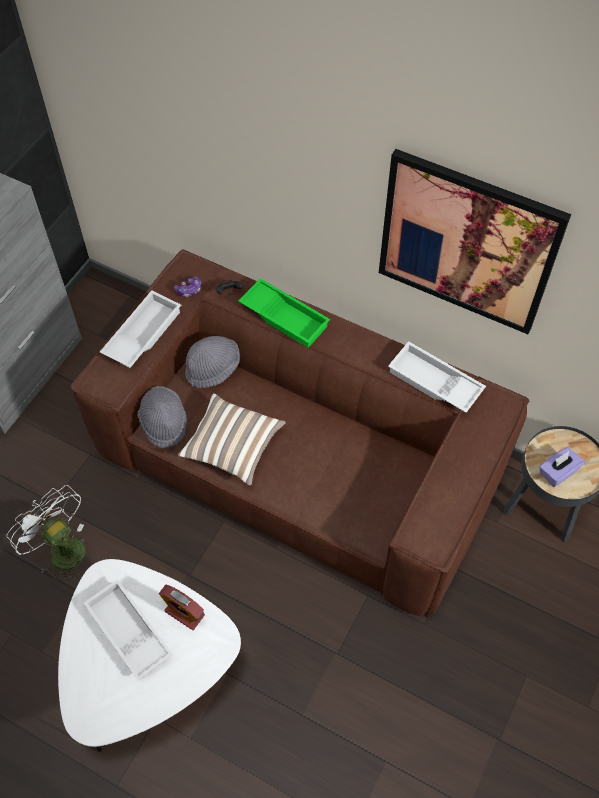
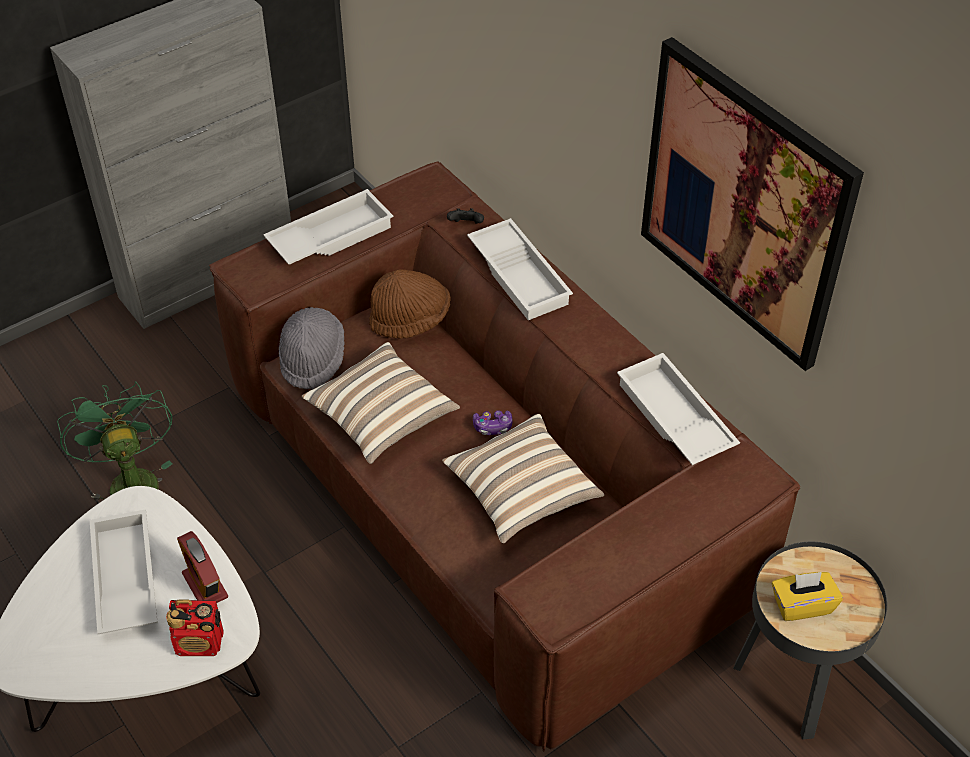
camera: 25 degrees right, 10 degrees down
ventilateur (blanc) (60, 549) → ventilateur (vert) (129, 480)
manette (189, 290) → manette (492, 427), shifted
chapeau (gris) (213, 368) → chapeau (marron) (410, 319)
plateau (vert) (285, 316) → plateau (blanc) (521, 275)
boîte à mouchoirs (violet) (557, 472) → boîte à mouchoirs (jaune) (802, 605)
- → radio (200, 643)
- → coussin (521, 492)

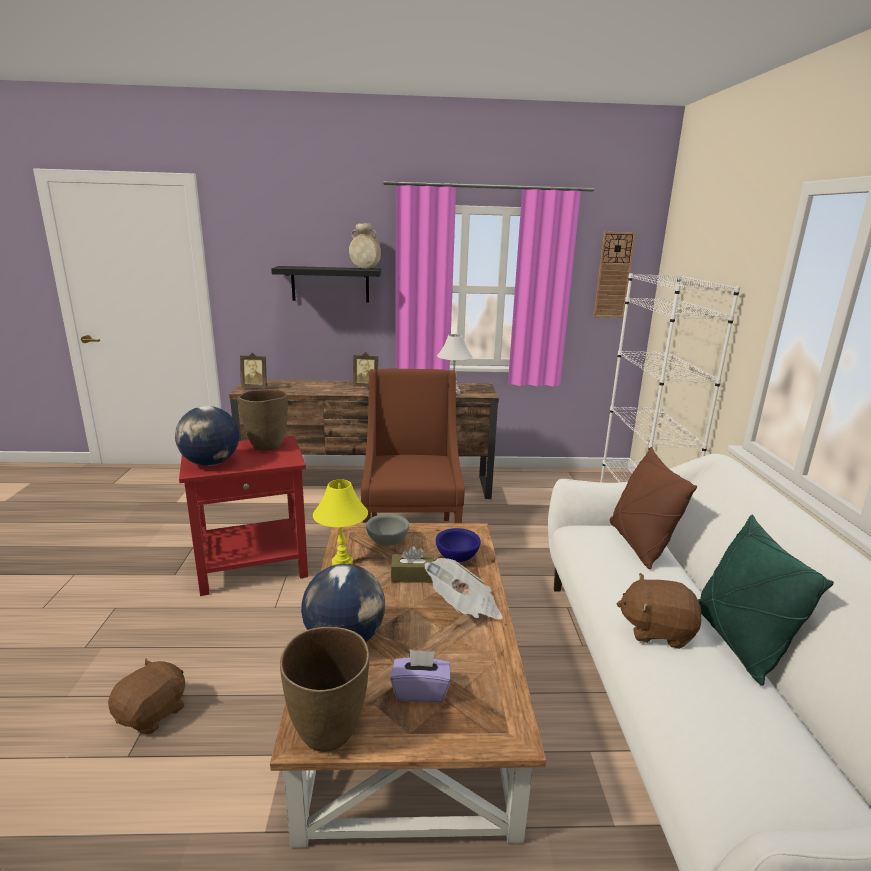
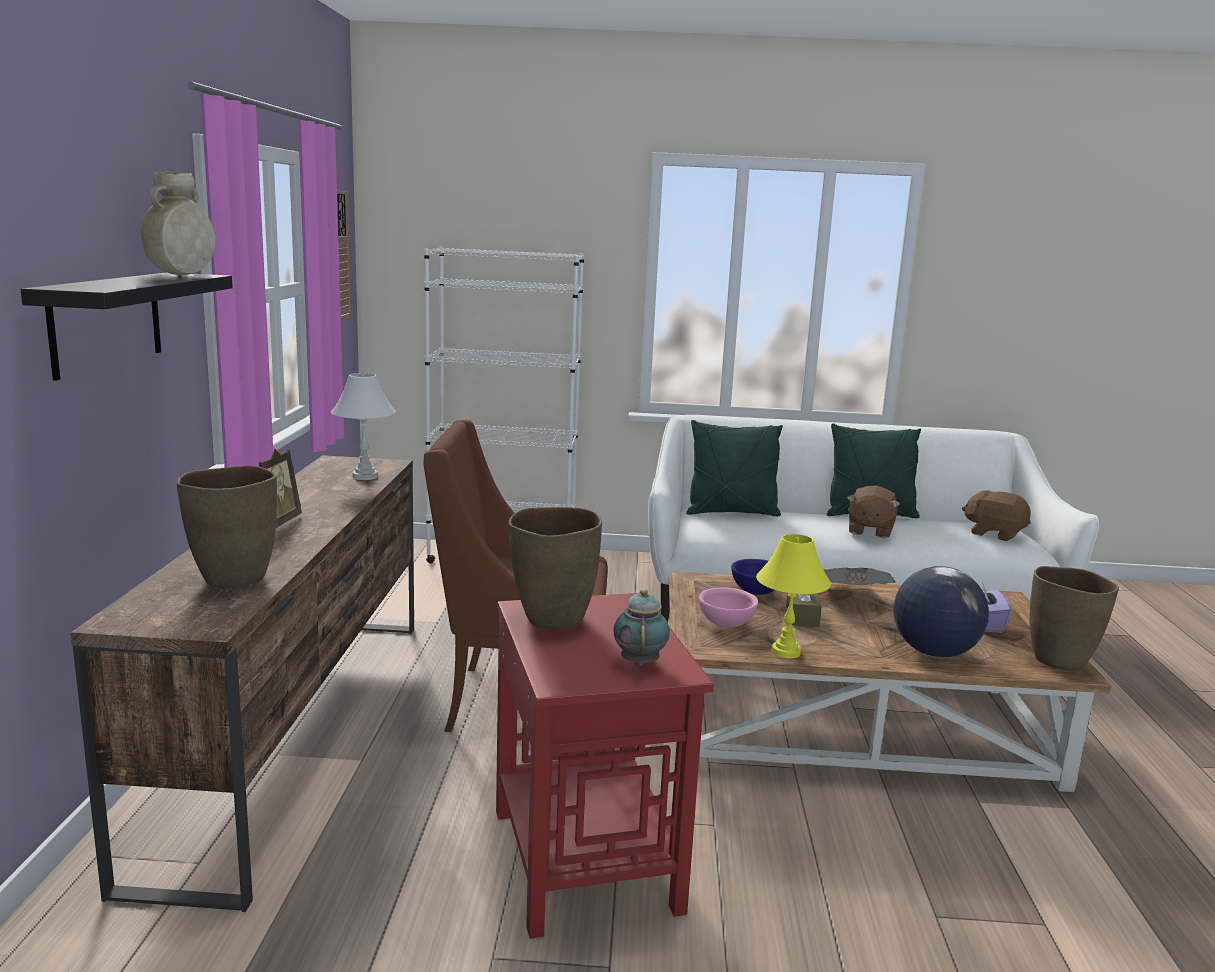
camera: 85 degrees left, 5 degrees down
peluche (marron) (153, 713) → peluche (marron) (994, 533), shifted
globe (210, 463) → théière (640, 661)
cadre photo (255, 387) → -
bol (gris) (388, 542) → bol (rose) (725, 624)
coussin (marron) (639, 544) → coussin (vert) (731, 512)
- → vase (marron) (233, 579)

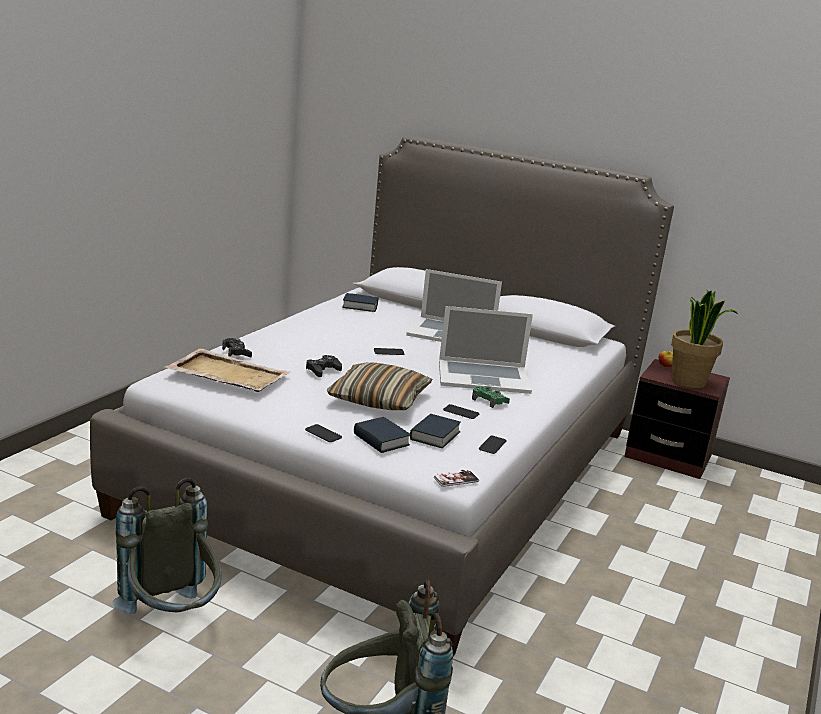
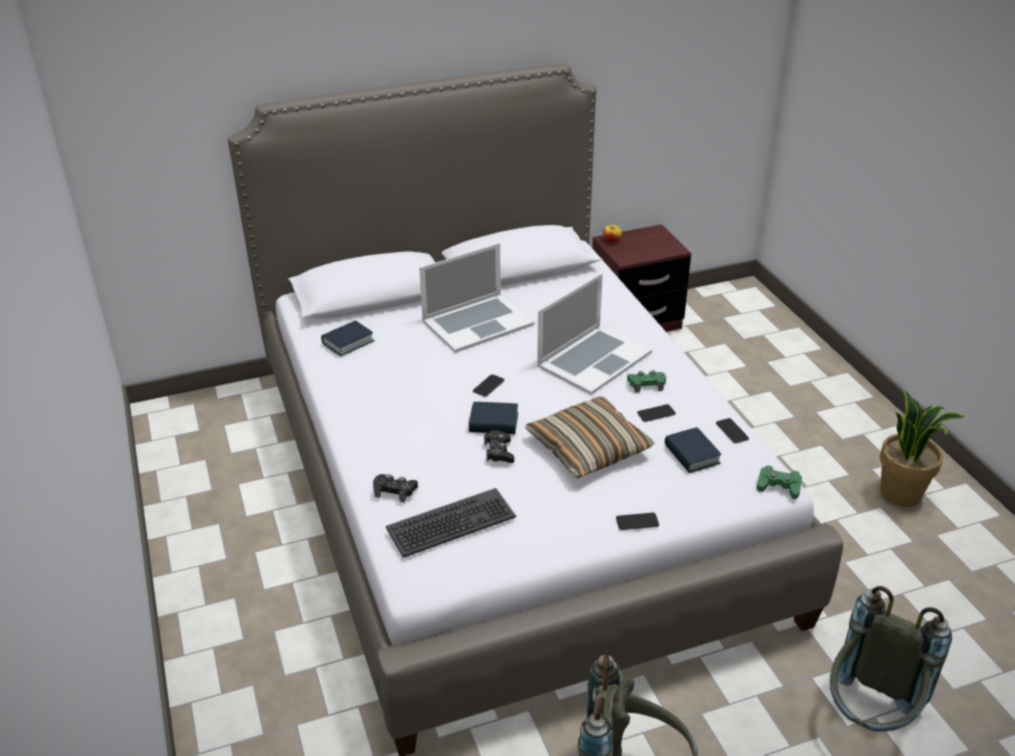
camera: 45 degrees left, 15 degrees up
plateau (beige) (227, 374) → clavier (451, 524)
livre (381, 440) → livre (493, 423), shifted
téléphone (456, 479) → manette (vert) (778, 486)
plante en pot (689, 382) → plante en pot (901, 493), shifted

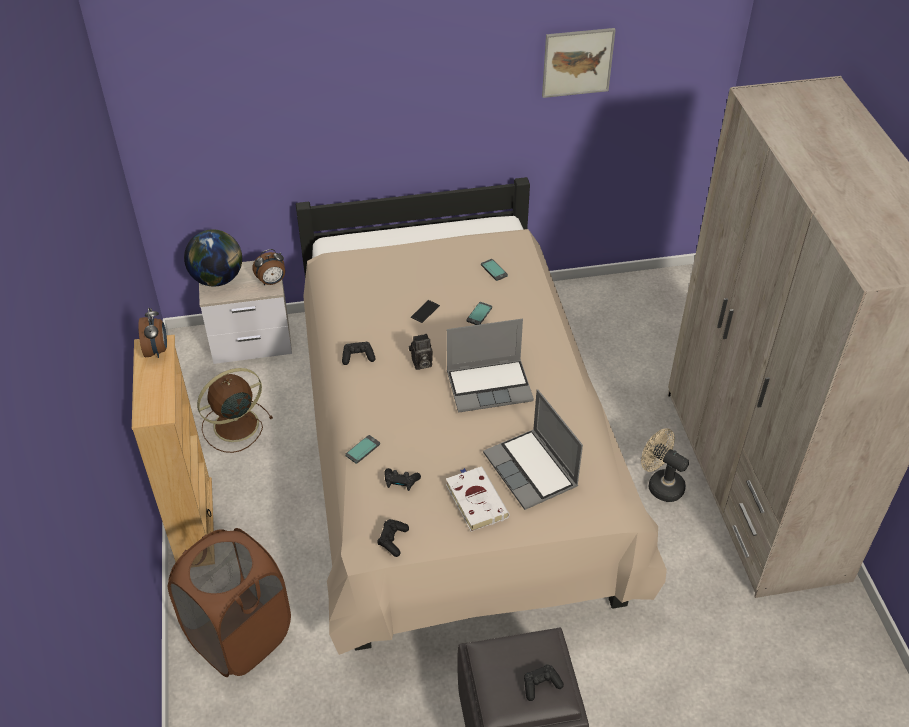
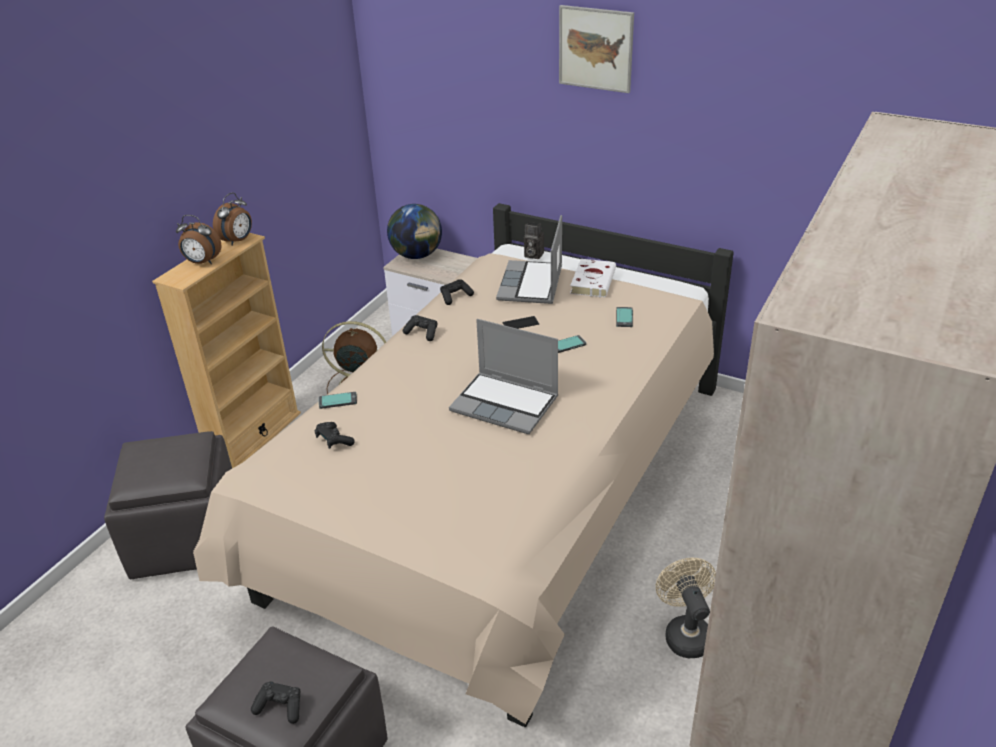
camera: 40 degrees right, 10 degrees down
panier à linge (marron) (240, 636) → pouf (gris) (188, 537)
réveil (272, 282) → réveil (202, 262), shifted
manette (noir) (392, 540) → manette (noir) (455, 297), shifted
appareil photo (421, 364) → appareil photo (532, 255), shifted
livre (blanc) (475, 500) → livre (blanc) (593, 281), shifted
ordinateur portable (532, 471) → ordinateur portable (531, 285), shifted
tableau (577, 62) → tableau (595, 48), shifted

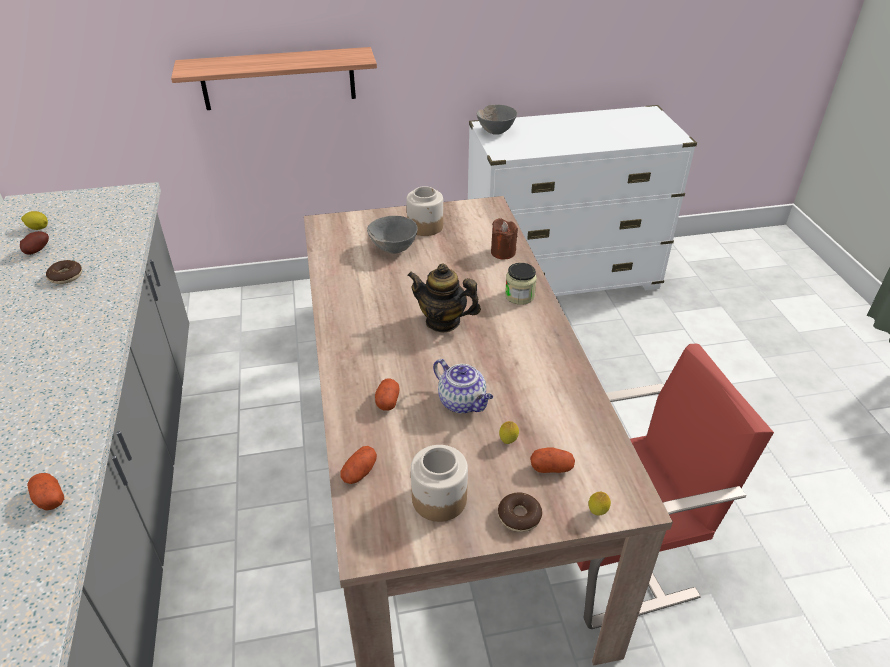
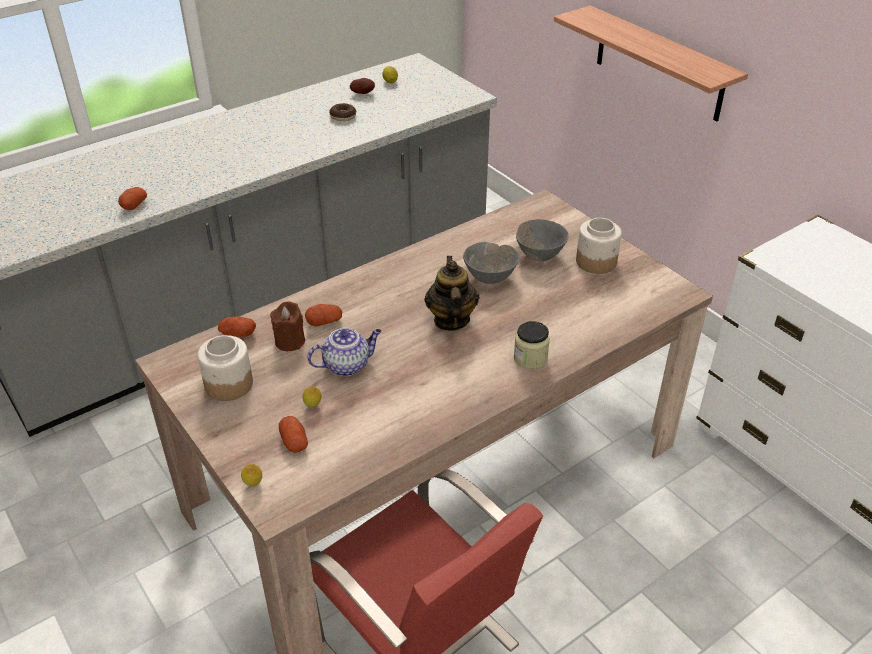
camera: 65 degrees right, 0 degrees up
théière (463, 402) → théière (347, 365), 135 degrees counterclockwise
bol (gris) (495, 131) → bol (gris) (490, 278), shifted
bougie (marron) (503, 252) → bougie (marron) (290, 341), shifted
beignet (519, 516) → -

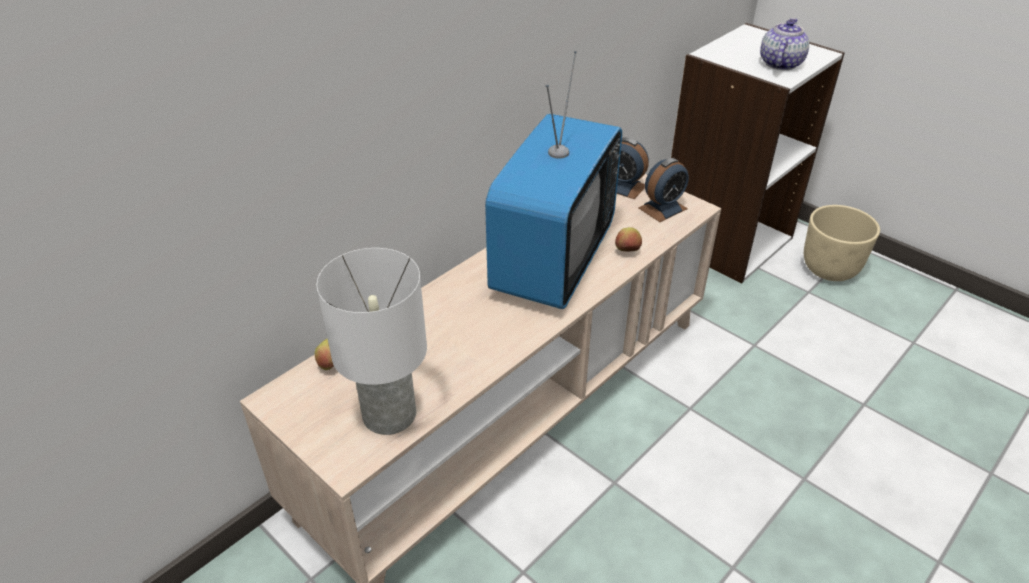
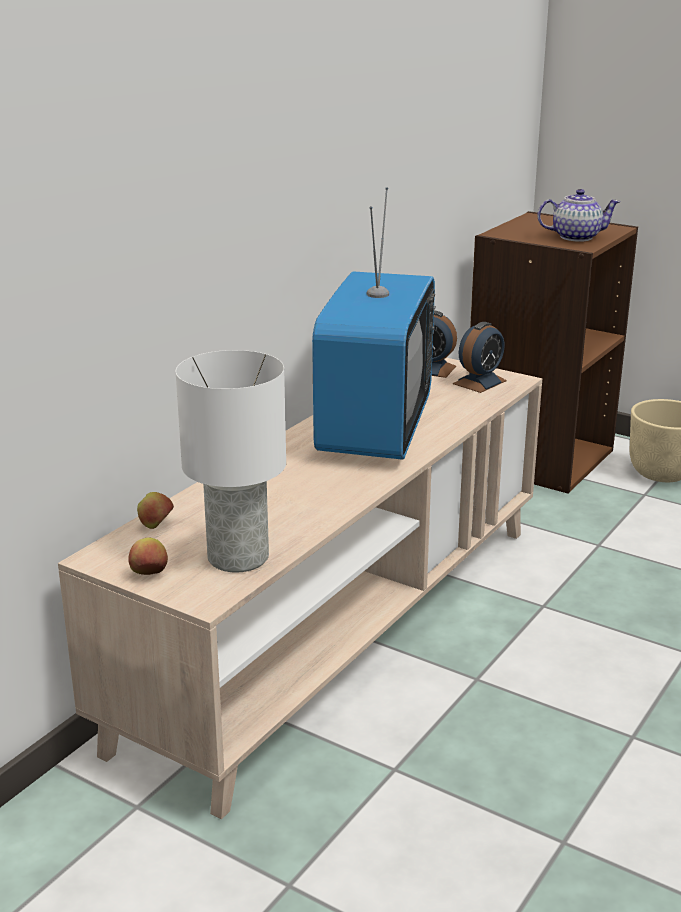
camera: 10 degrees left, 15 degrees down
pomme (627, 251) → pomme (149, 574), shifted
bibliothèque (blanc) (724, 239) → bibliothèque (marron) (537, 457)
théière (780, 64) → théière (575, 237), 75 degrees clockwise

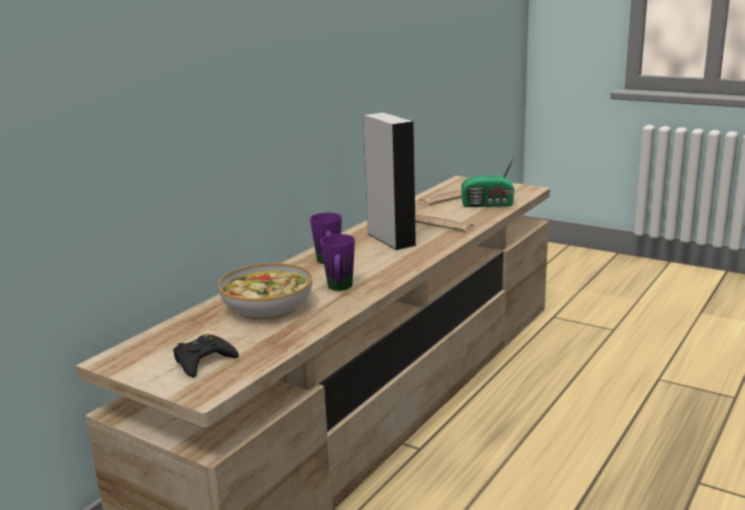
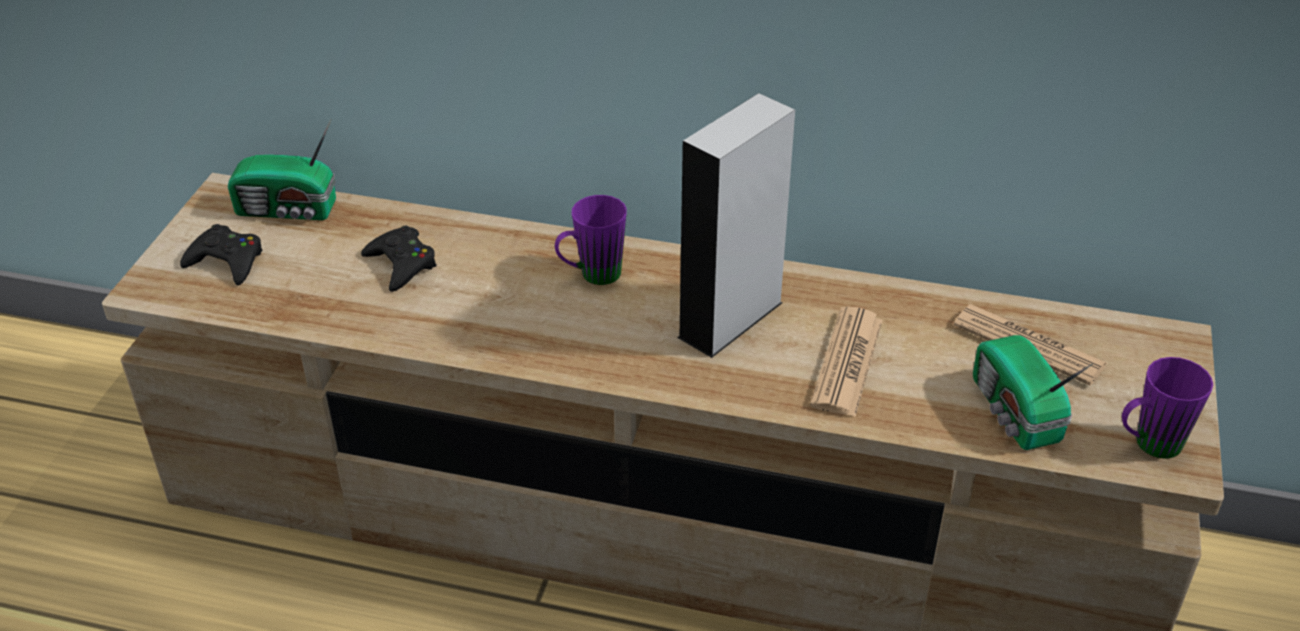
camera: 70 degrees right, 20 degrees up
bol (268, 307) → manette (noir) (401, 264)
mug (violet) (339, 288) → mug (violet) (1147, 445), shifted
- → radio (289, 210)

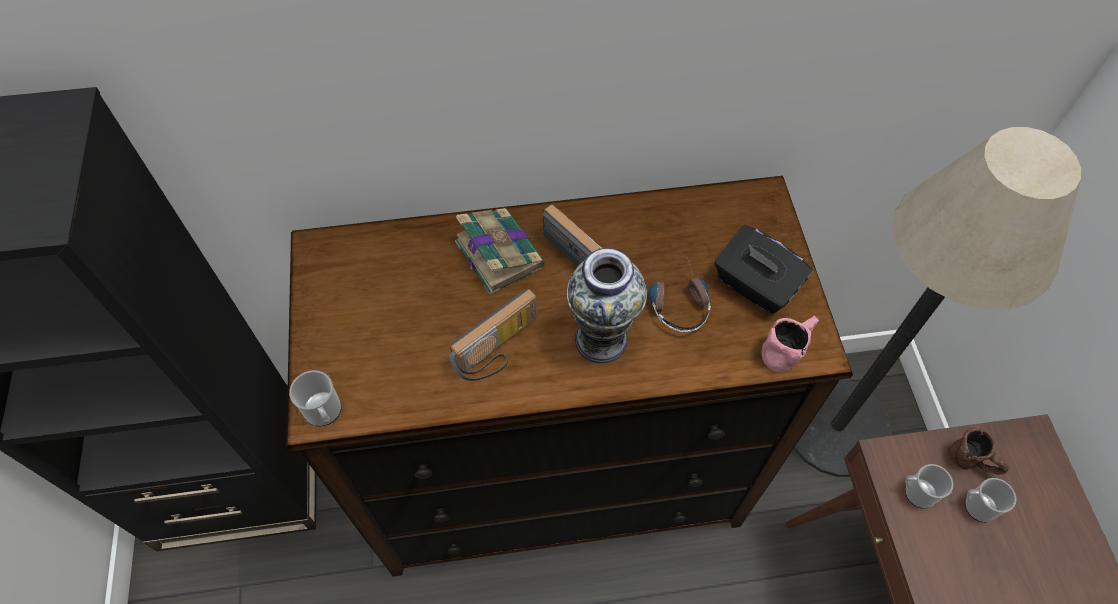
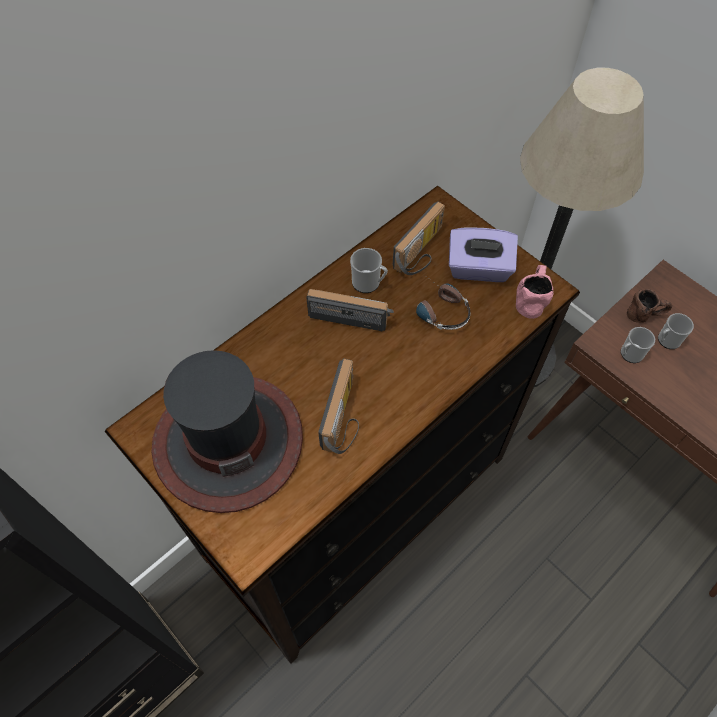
camera: 35 degrees left, 0 degrees up
mug (324, 413) → mug (369, 283), shifted
livre (498, 253) → -
vase (600, 339) → -
boîte à mouchoirs (noir) (755, 285) → boîte à mouchoirs (violet) (478, 269)
- → chapeau (228, 441)
- → radio (422, 253)

